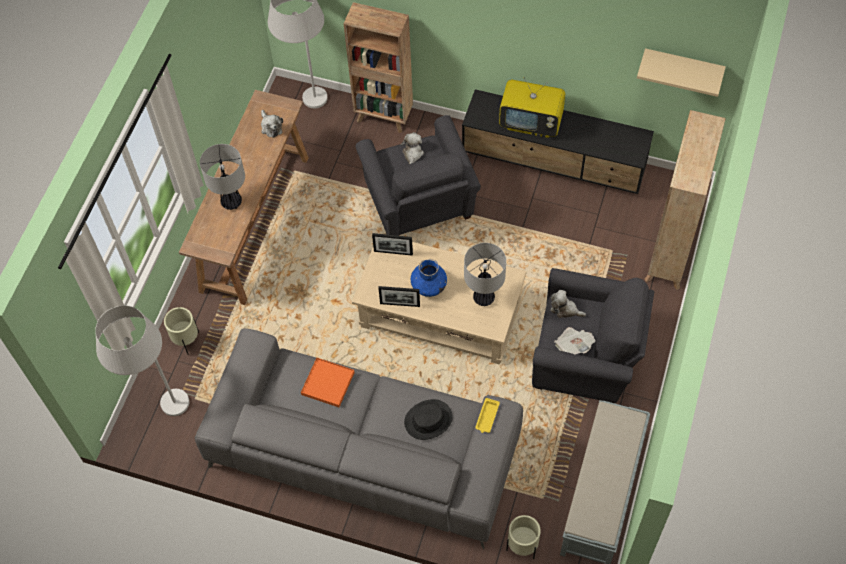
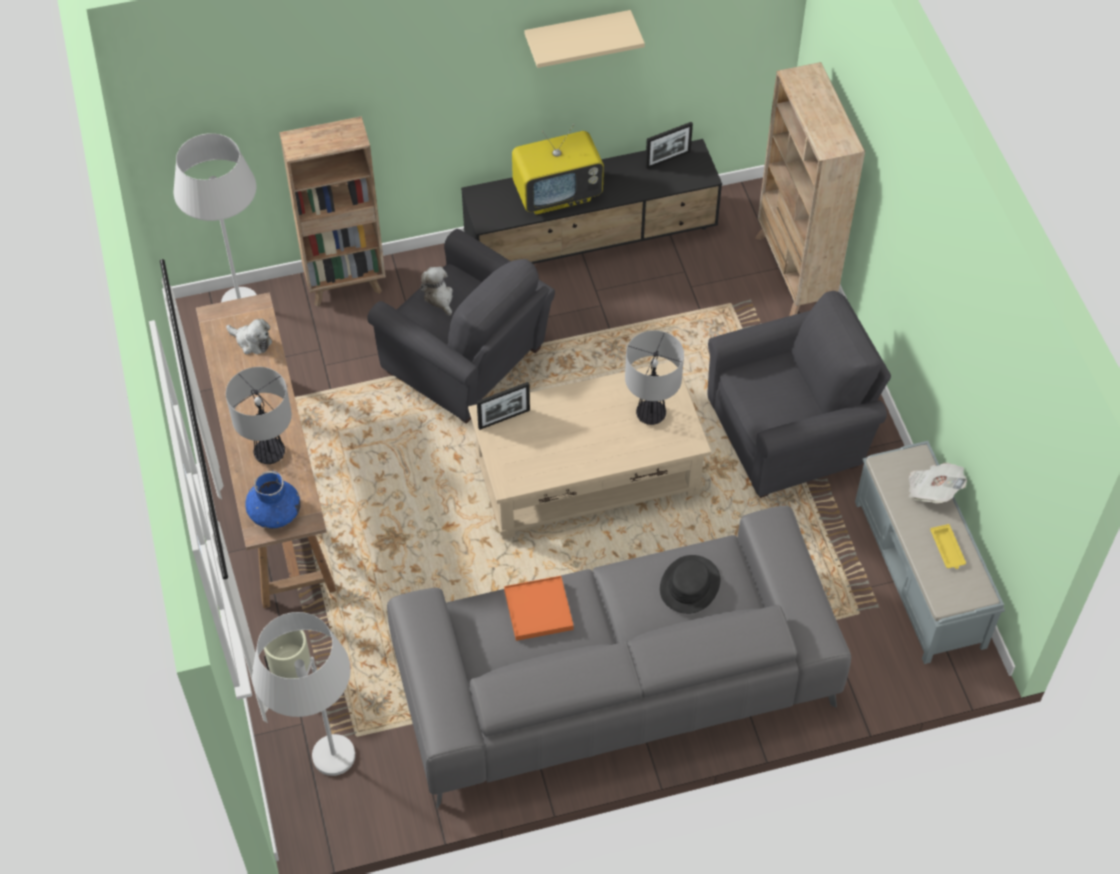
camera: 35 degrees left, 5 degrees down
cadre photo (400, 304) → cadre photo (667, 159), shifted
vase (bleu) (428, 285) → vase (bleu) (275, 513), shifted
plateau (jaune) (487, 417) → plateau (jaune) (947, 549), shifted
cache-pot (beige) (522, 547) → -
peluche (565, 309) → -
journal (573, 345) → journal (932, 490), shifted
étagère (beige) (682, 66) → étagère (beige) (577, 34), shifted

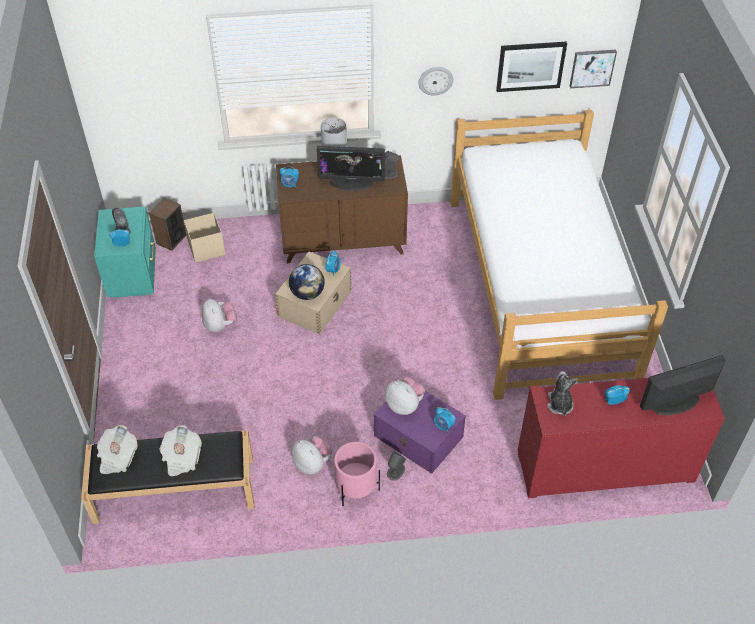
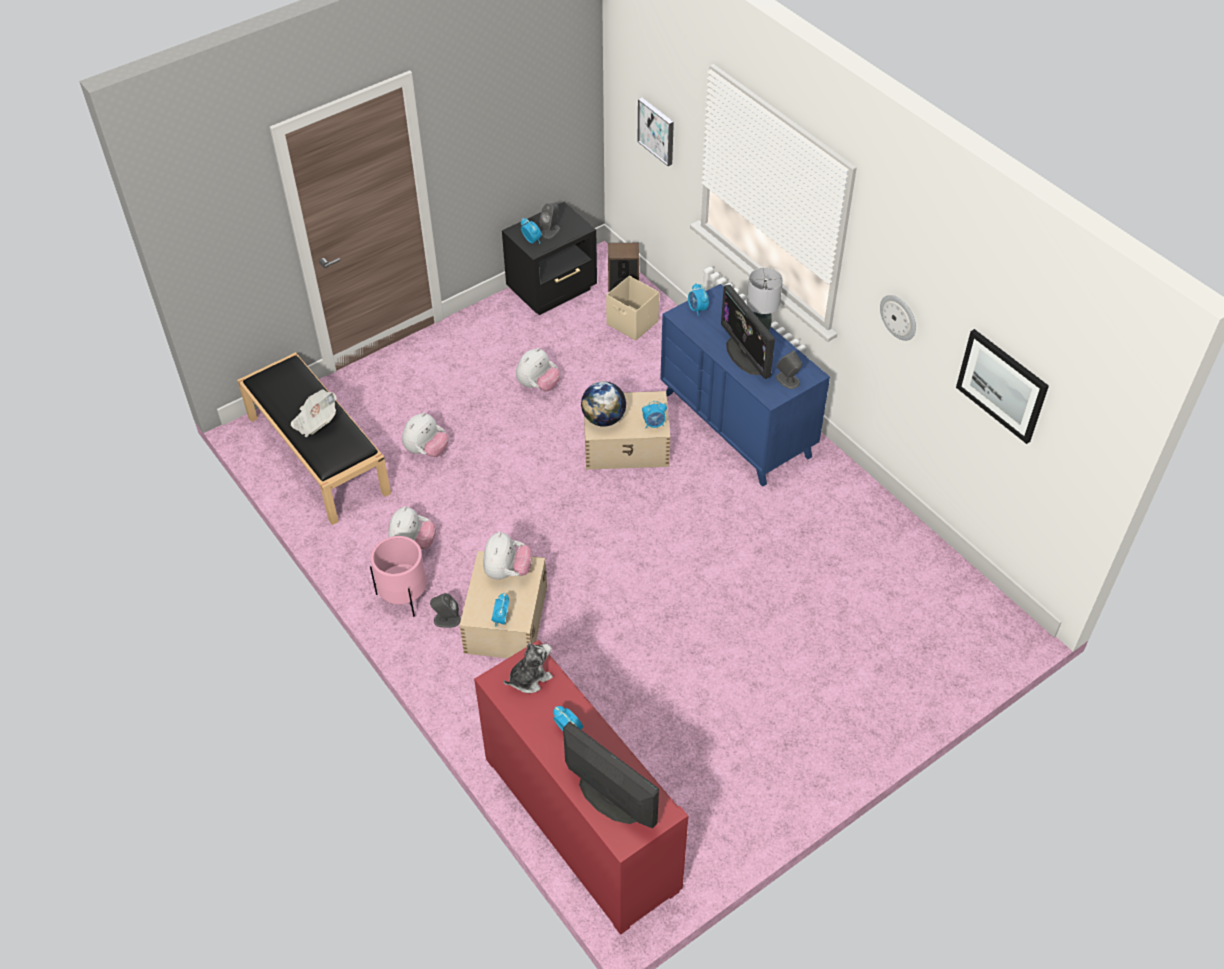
camera: 60 degrees right, 0 degrees up
table de chevet (turquoise) (134, 275) → table de chevet (noir) (553, 290)
journal (117, 457) → -
commode (marron) (343, 241) → commode (bleu) (737, 425)
boîte de rangement (violet) (418, 437) → boîte de rangement (beige) (505, 620)
lit (539, 287) → -
tableau (592, 67) → tableau (657, 131), shifted
- → peluche (426, 450)

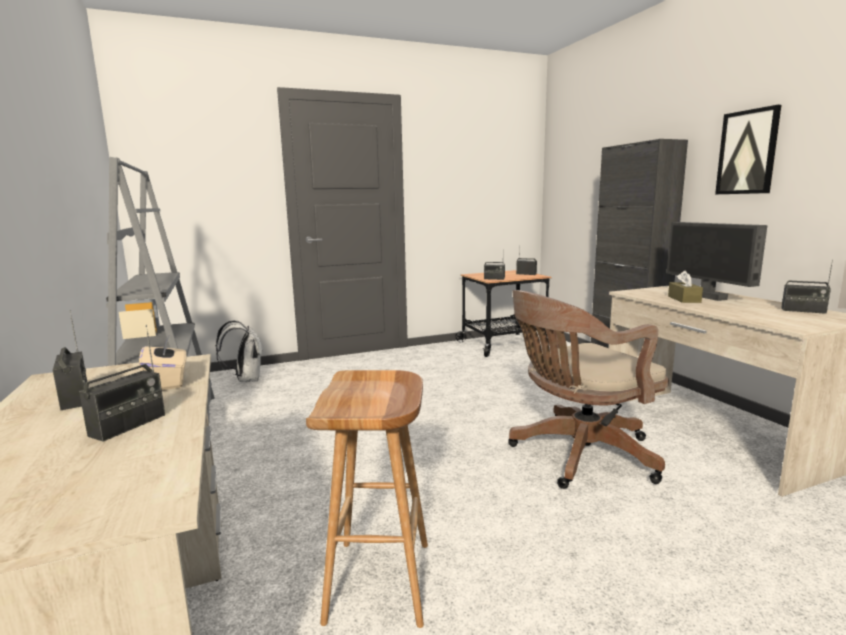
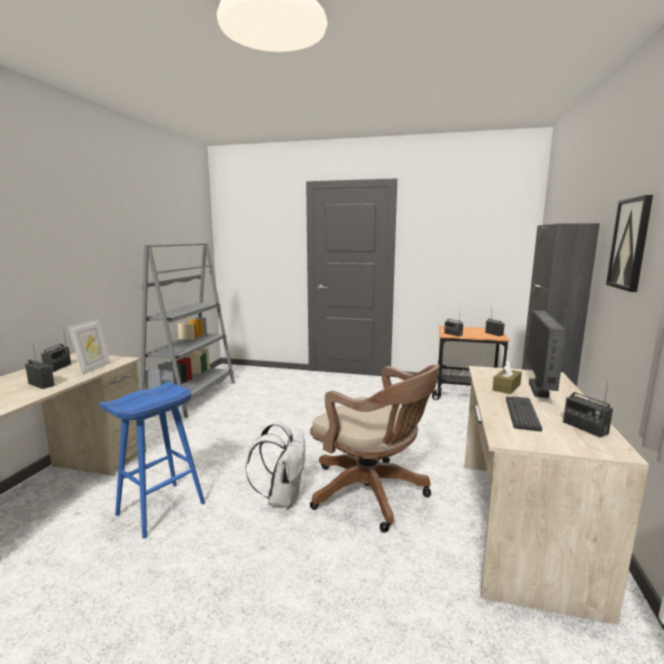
camera: 35 degrees right, 0 degrees up
radio (128, 425) → radio (41, 384), 120 degrees counterclockwise
boîte à mouchoirs (beige) (167, 382) → cadre photo (93, 368)
sac à dos (blanc) (246, 379) → sac à dos (blanc) (282, 498), shifted
tabouret (marron) (380, 582) → tabouret (bleu) (160, 509)
chaise de bureau (marron) (578, 455) → chaise de bureau (marron) (372, 494), 150 degrees counterclockwise
- → clavier (522, 413)

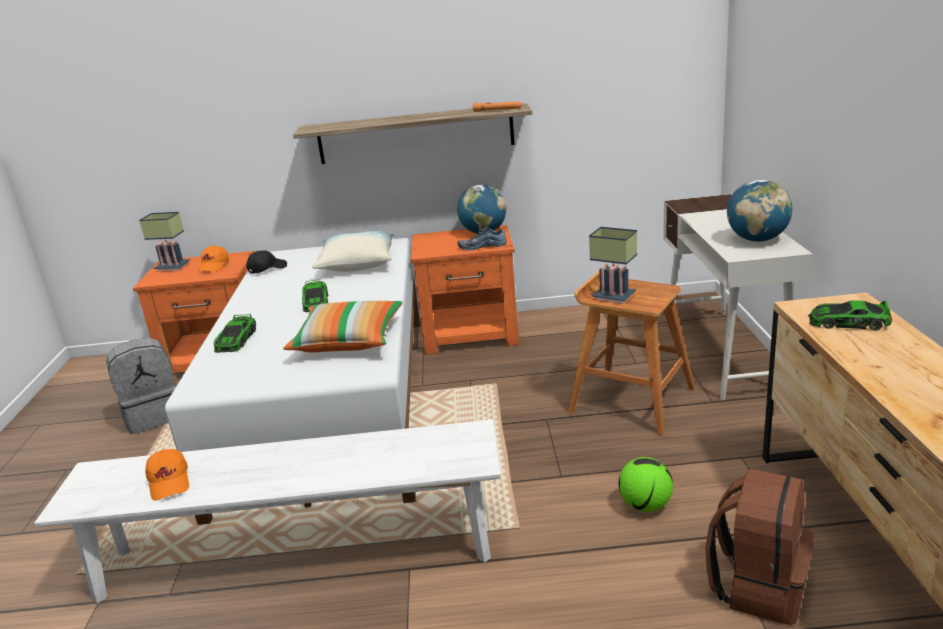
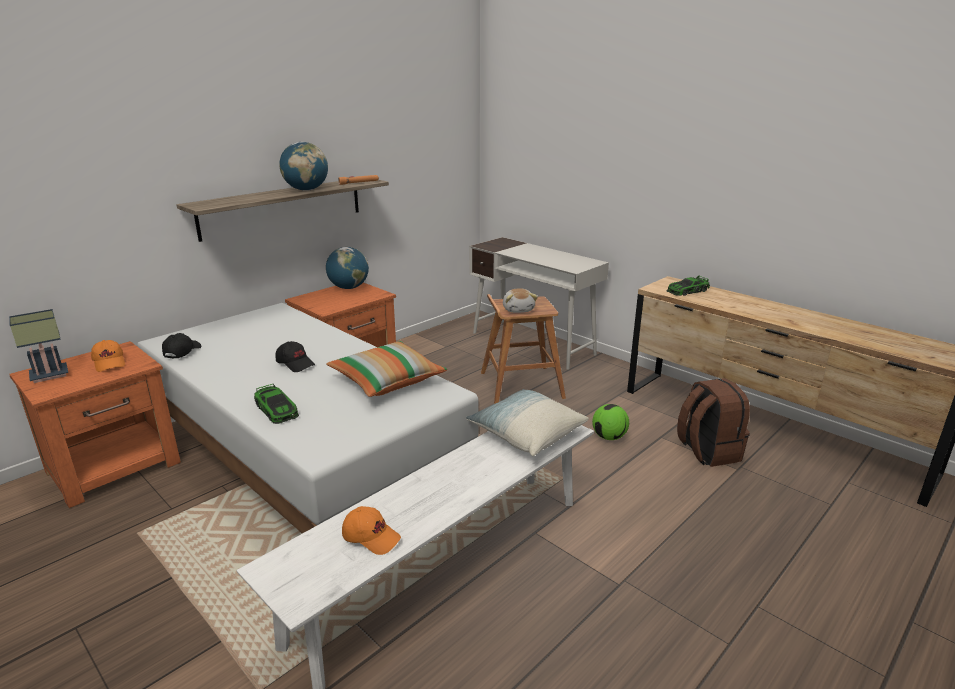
camera: 45 degrees left, 0 degrees up
sac à dos (gris) (154, 416) → -
petite voiture (316, 301) → casquette (noir) (295, 364)
coussin (357, 264) → coussin (526, 434), shifted
chaussure (482, 246) → -
lampe de table (616, 296) → peluche (518, 309)
globe (757, 240) → globe (306, 190), shifted

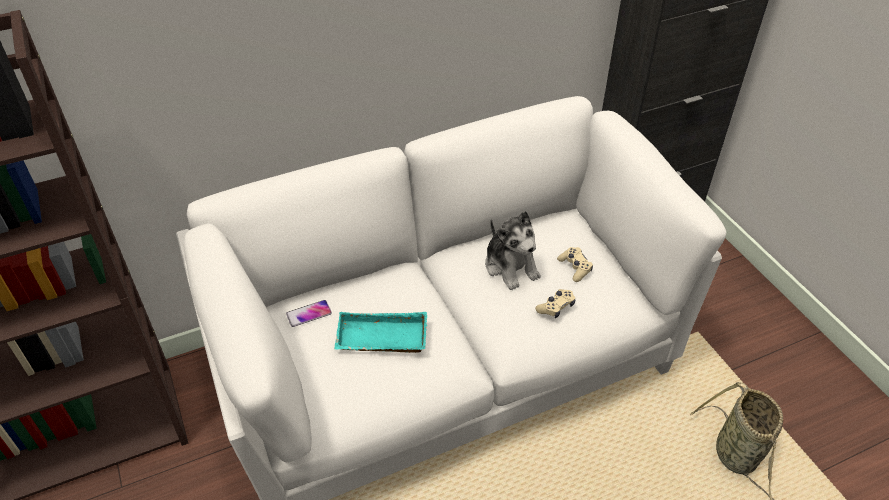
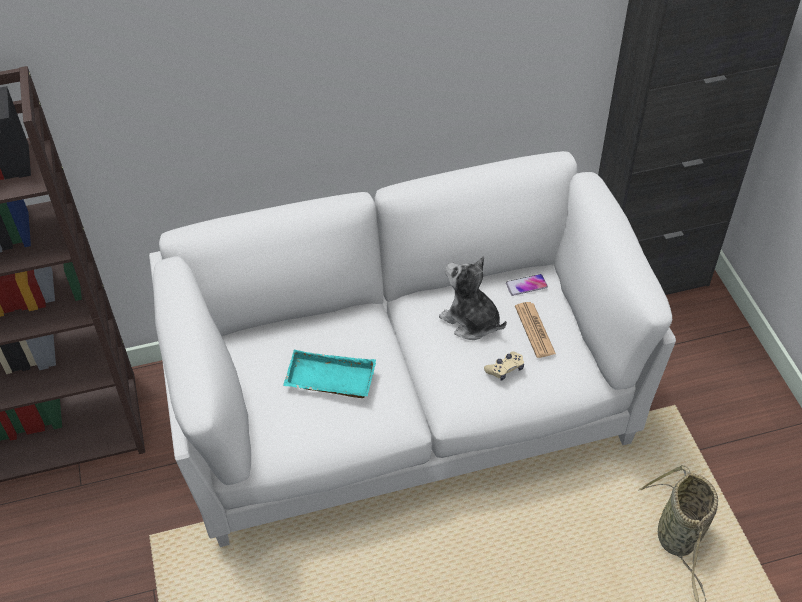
camera: 10 degrees right, 5 degrees up
téléphone (309, 314) → téléphone (526, 285), shifted
peluche (511, 266) → peluche (471, 321), 150 degrees clockwise
manette (beige) (575, 268) → journal (534, 330)

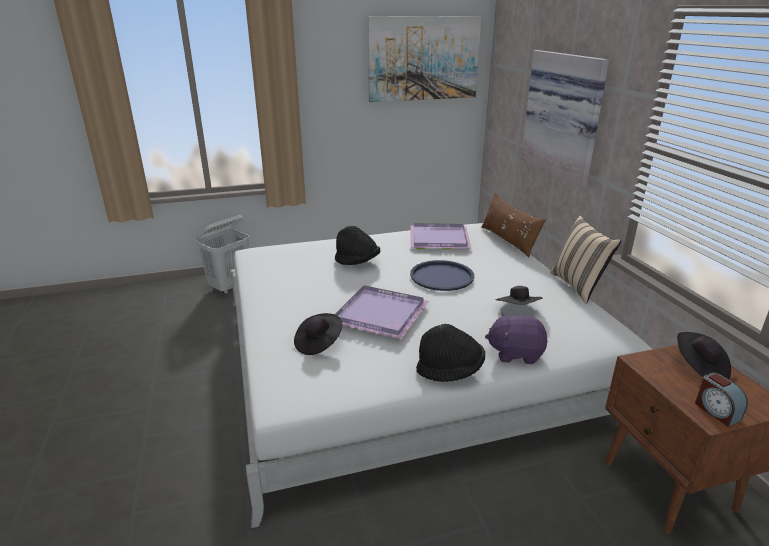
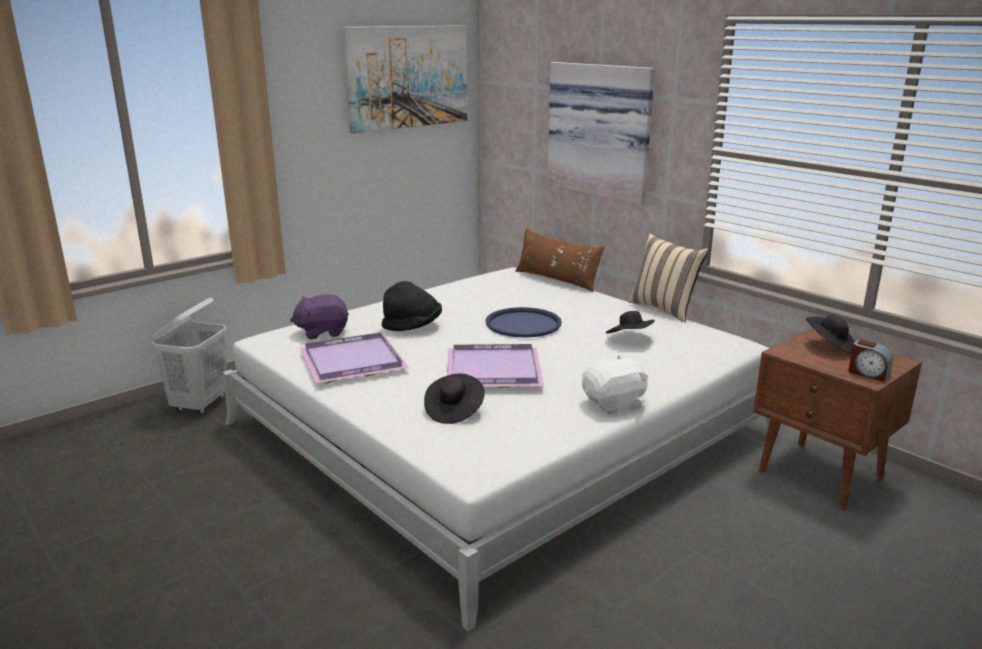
camera: 25 degrees left, 5 degrees down
plateau (violet) (438, 239) → plateau (violet) (351, 362), shifted
chapeau (noir) (450, 371) → peluche (blanc) (614, 403)
peluche (violet) (515, 353) → peluche (violet) (322, 332), shifted

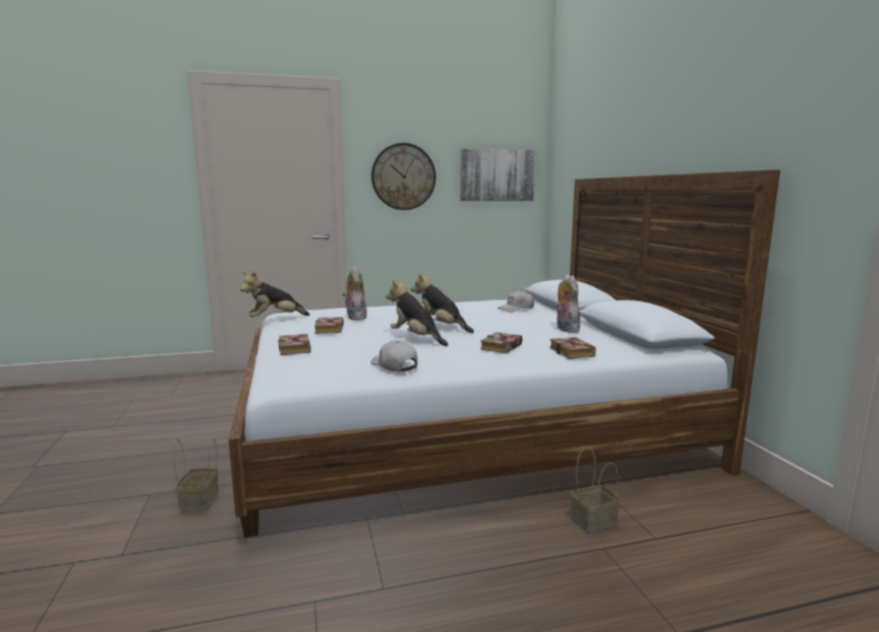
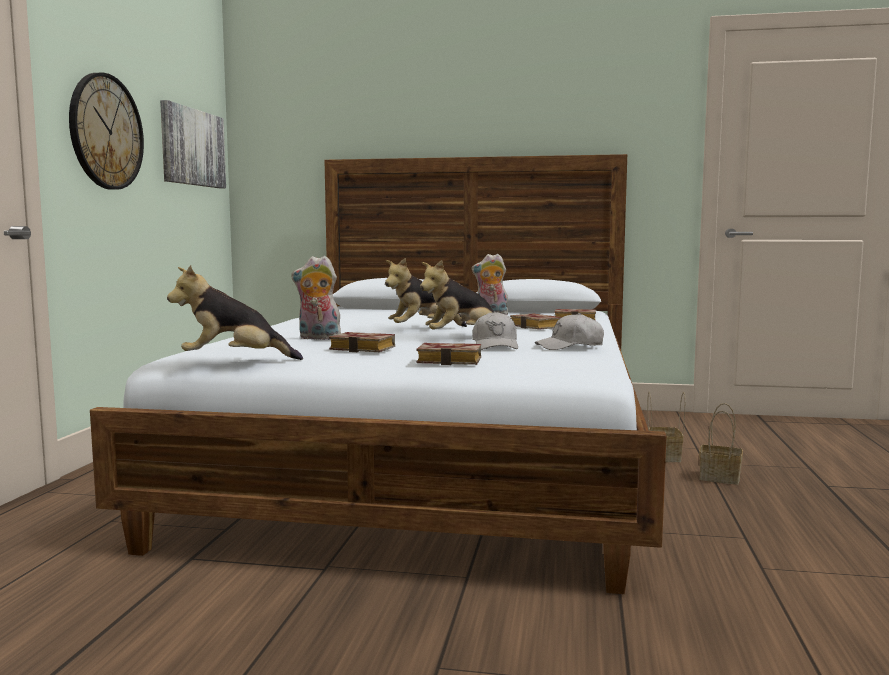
camera: 65 degrees left, 5 degrees down
panier (200, 502) → panier (721, 478), shifted
peluche (275, 320) → peluche (234, 361), 90 degrees clockwise
casquette (blanc) (516, 309) → casquette (blanc) (495, 345), shifted

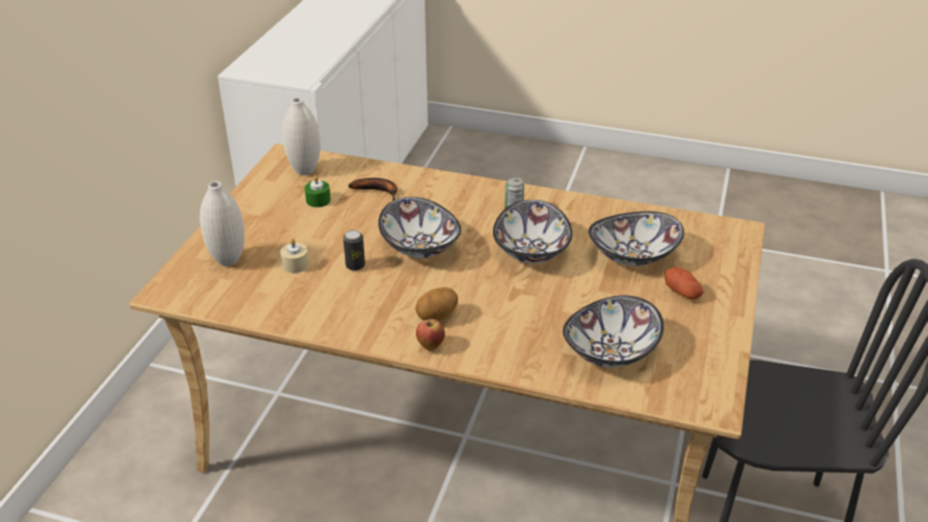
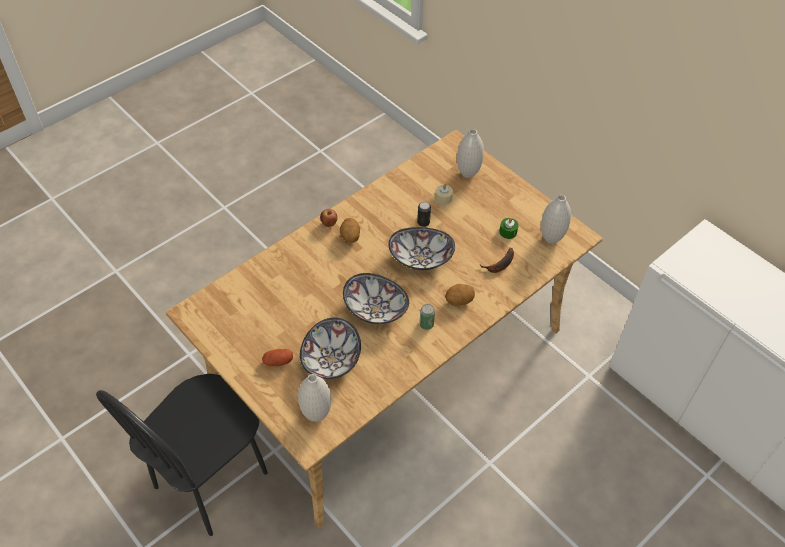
camera: 120 degrees right, 15 degrees up
bol (609, 351) → -
- → vase (blanc) (316, 414)
- → pomme de terre (459, 301)

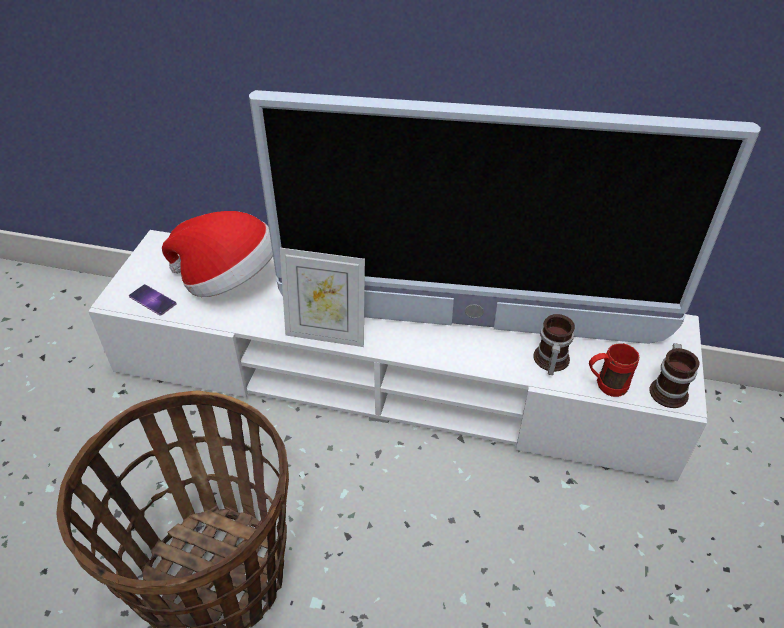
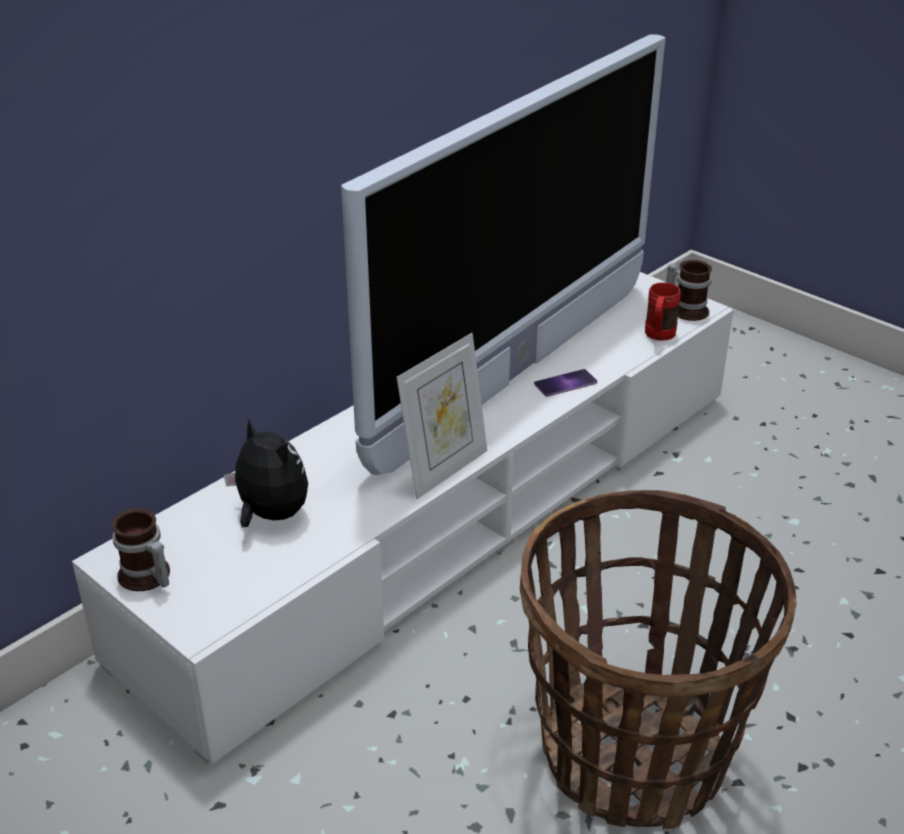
camera: 60 degrees left, 10 degrees down
téléphone (152, 300) → téléphone (565, 383), shifted
chapeau (229, 280) → peluche (270, 515)
mug (549, 361) → mug (145, 578), shifted

